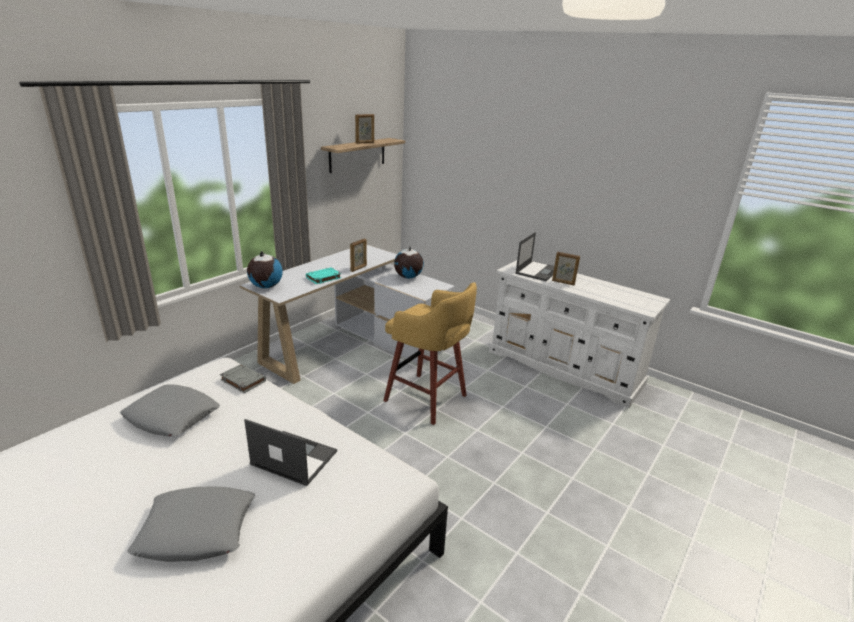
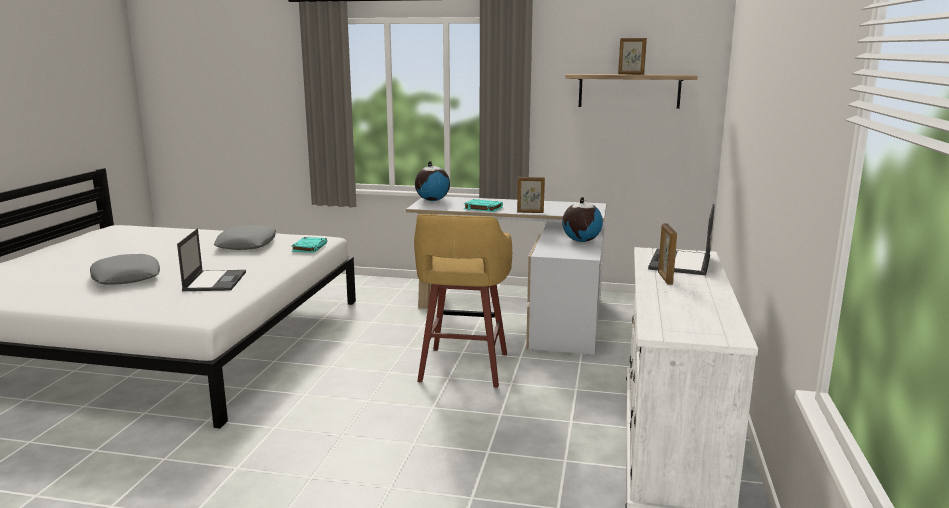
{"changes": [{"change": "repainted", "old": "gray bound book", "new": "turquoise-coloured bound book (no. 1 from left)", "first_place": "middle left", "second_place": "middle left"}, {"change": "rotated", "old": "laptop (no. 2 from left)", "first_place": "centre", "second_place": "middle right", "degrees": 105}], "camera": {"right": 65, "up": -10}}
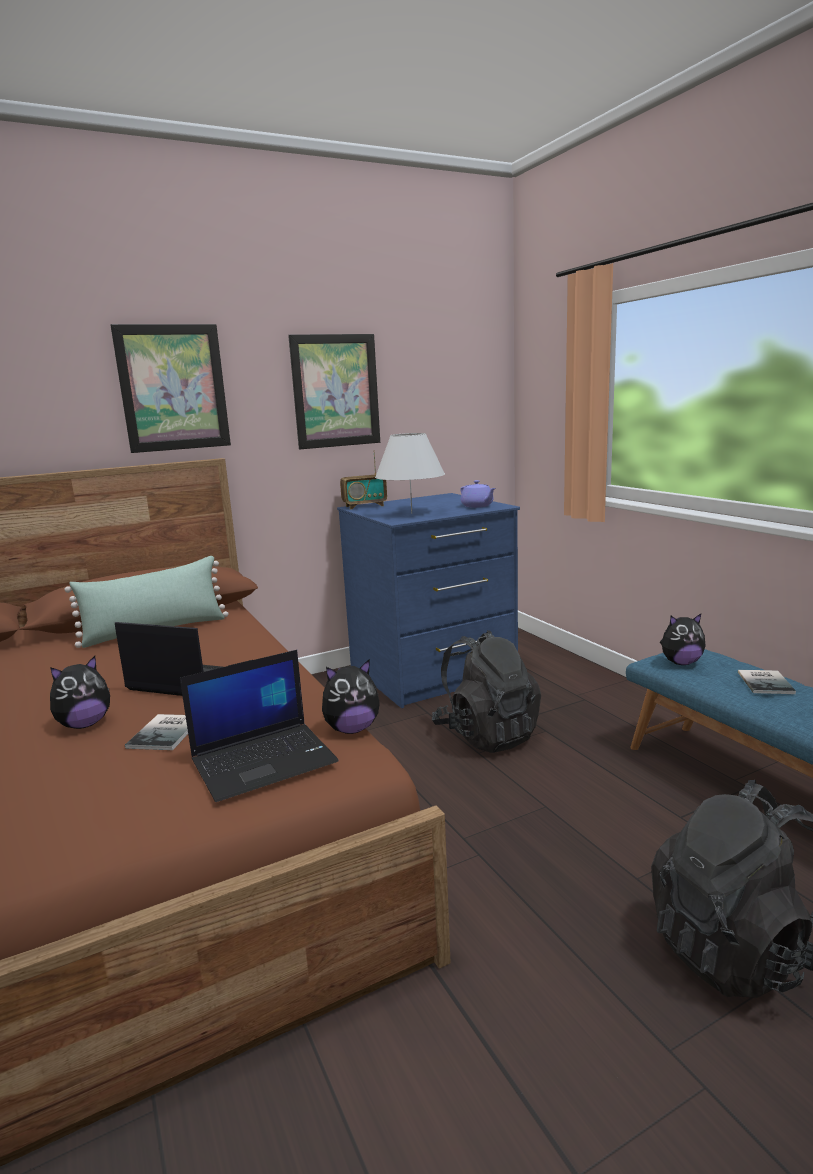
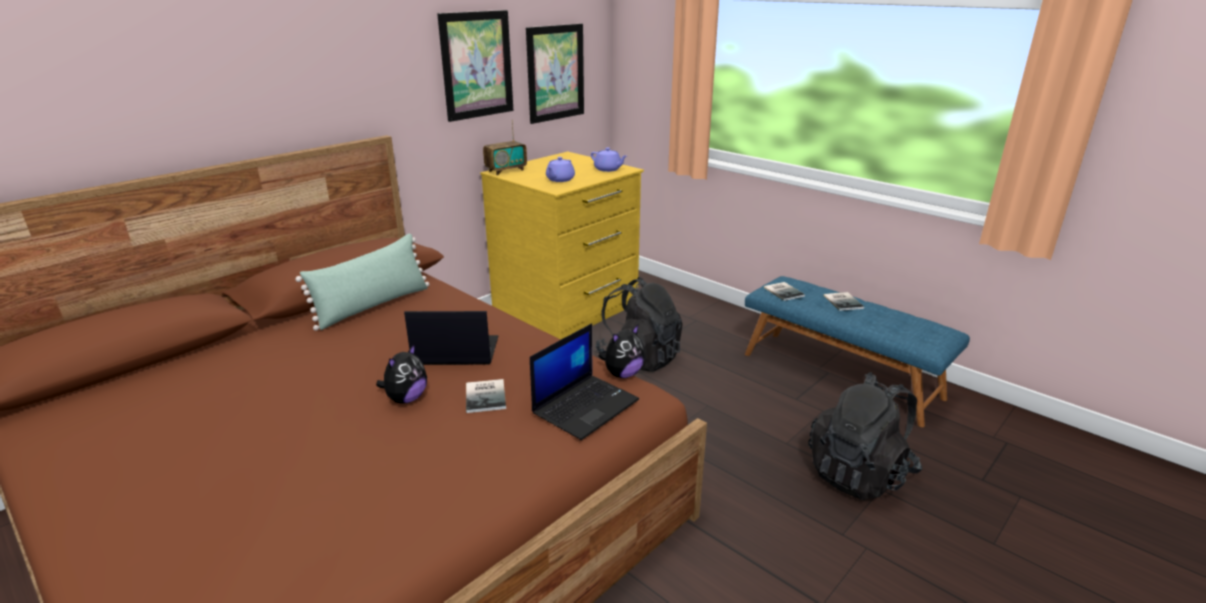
{"changes": [{"change": "shifted", "old": "picture (no. 1 from left in the first image)", "new": "picture (no. 2 from left)", "first_place": "top left", "second_place": "top centre"}, {"change": "repainted", "old": "blue-coloured drawer chest", "new": "yellow-coloured drawer chest", "first_place": "centre", "second_place": "centre"}, {"change": "swapped", "old": "whitish tabletop lamp", "new": "purplish tea pot (no. 1 from left)", "first_place": "centre", "second_place": "top centre"}, {"change": "swapped", "old": "cuddly toy (no. 3 from left)", "new": "bound book (no. 2 from left)", "first_place": "middle right", "second_place": "centre"}], "camera": {"right": -20, "up": 10}}
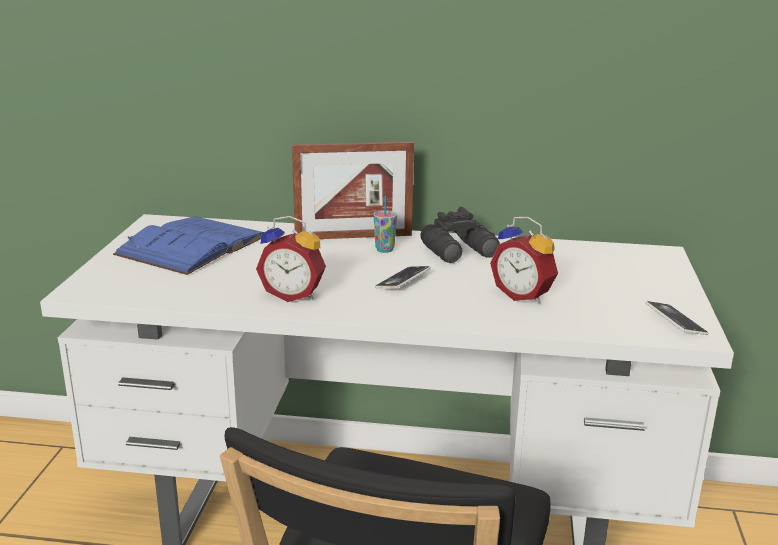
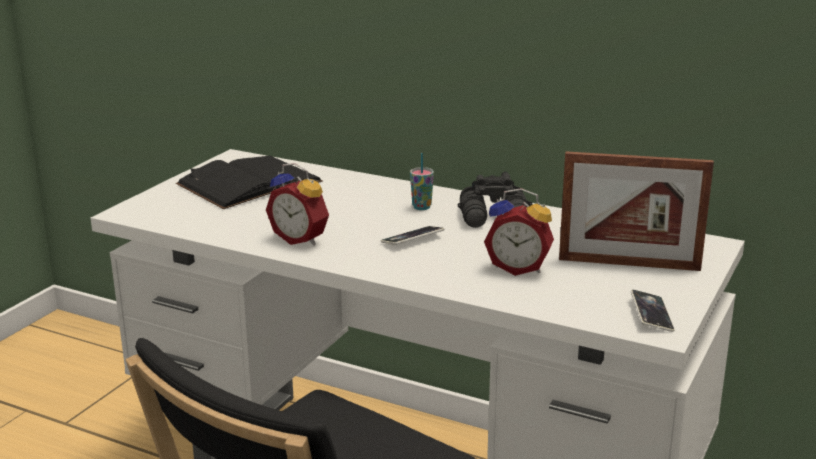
{"changes": [{"change": "repainted", "old": "blue-coloured bound book", "new": "black bound book", "first_place": "middle left", "second_place": "middle left"}, {"change": "shifted", "old": "photo frame", "first_place": "centre", "second_place": "middle right"}, {"change": "rotated", "old": "table clock (no. 2 from left)", "first_place": "middle right", "second_place": "centre", "degrees": -45}], "camera": {"right": 20, "up": 0}}
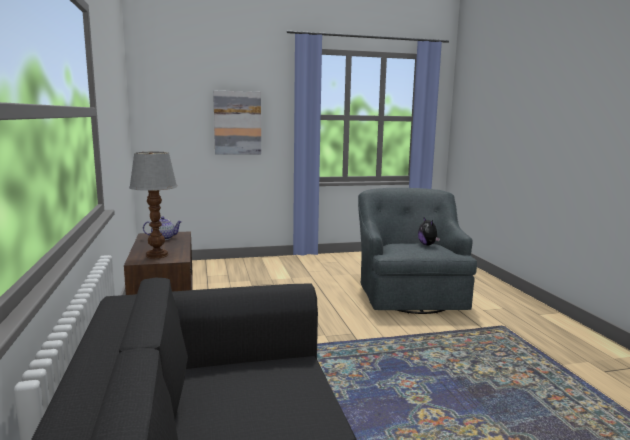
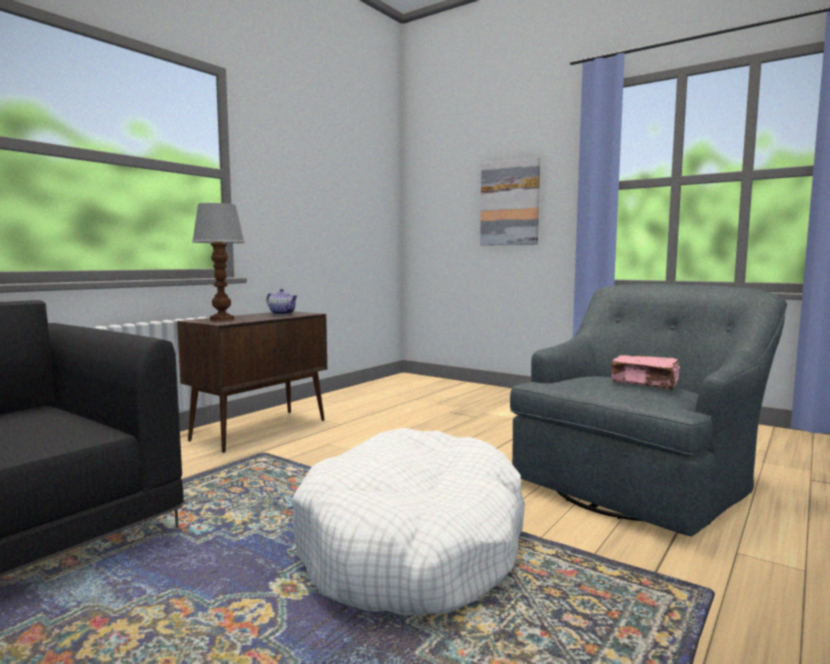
{"changes": [{"change": "swapped", "old": "cuddly toy", "new": "pinkish bound book", "first_place": "middle right", "second_place": "middle right"}, {"change": "new", "new": "whitish dog cushion", "second_place": "bottom centre"}], "camera": {"right": 50, "up": -5}}
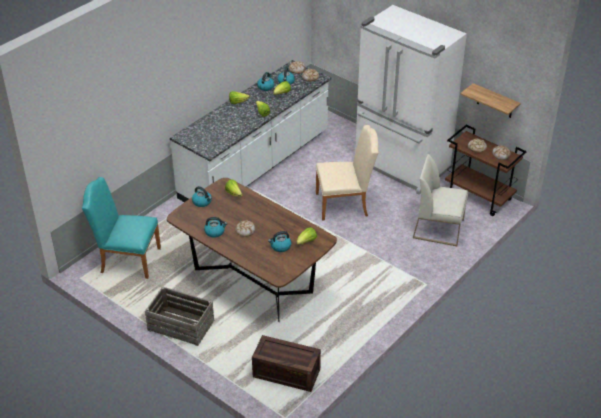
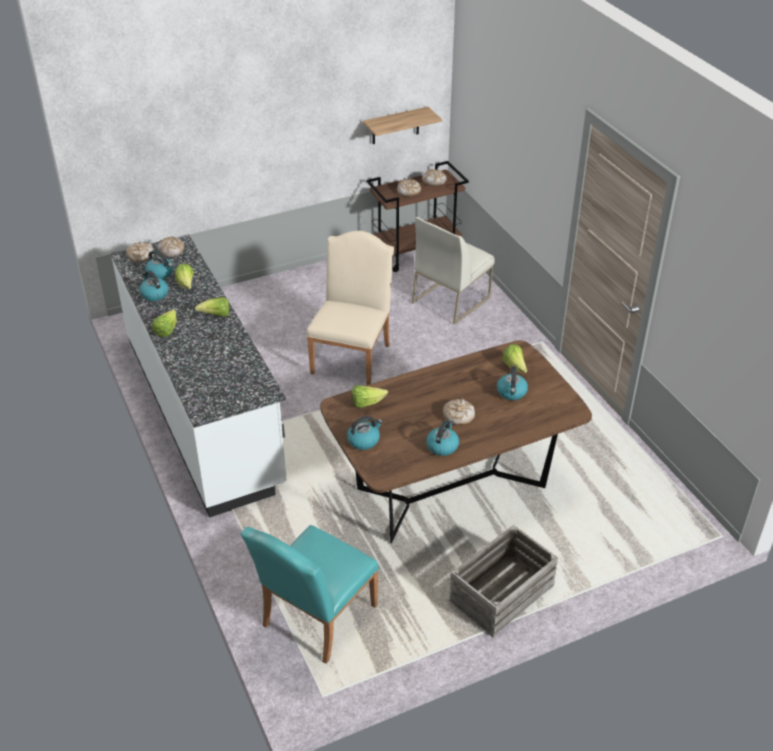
{"changes": [{"change": "gone", "old": "shipping crate (no. 2 from left)", "first_place": "bottom centre"}, {"change": "gone", "old": "whitish kitchen fridge", "first_place": "top right"}], "camera": {"right": -65, "up": 0}}
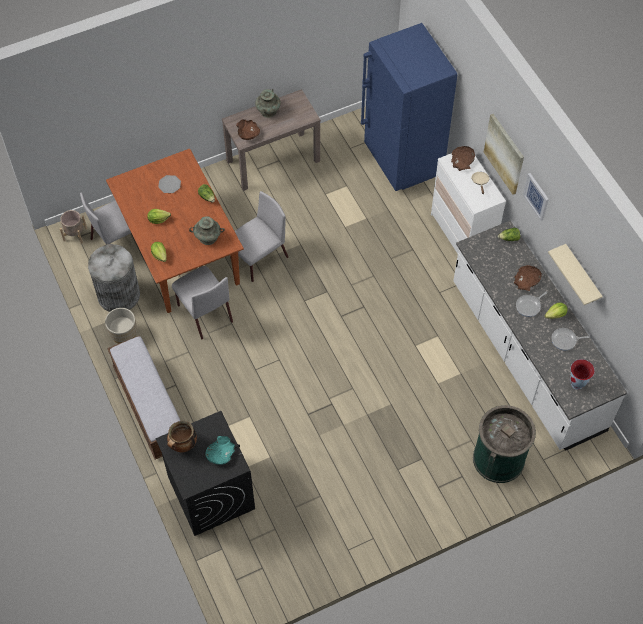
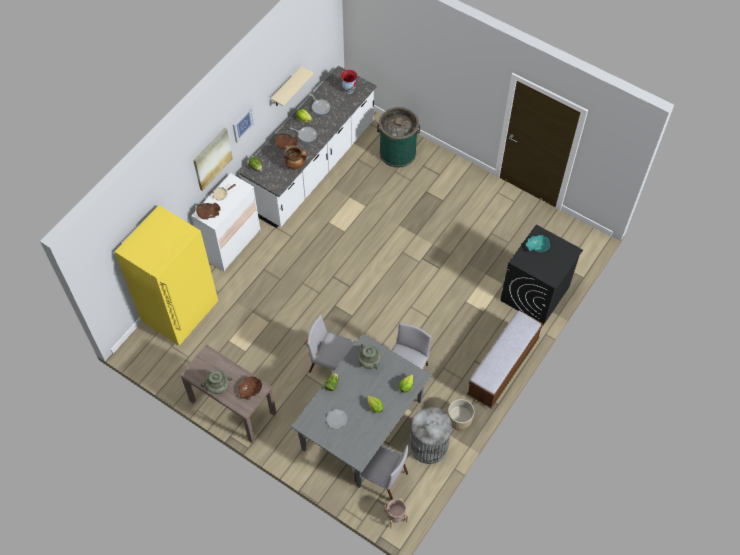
{"changes": [{"change": "repainted", "old": "brown-coloured dinner table", "new": "gray dinner table", "first_place": "middle left", "second_place": "bottom centre"}, {"change": "shifted", "old": "saucepot", "first_place": "bottom left", "second_place": "top centre"}, {"change": "repainted", "old": "blue-coloured kitchen fridge", "new": "yellow-coloured kitchen fridge", "first_place": "top centre", "second_place": "middle left"}], "camera": {"right": -120, "up": 0}}
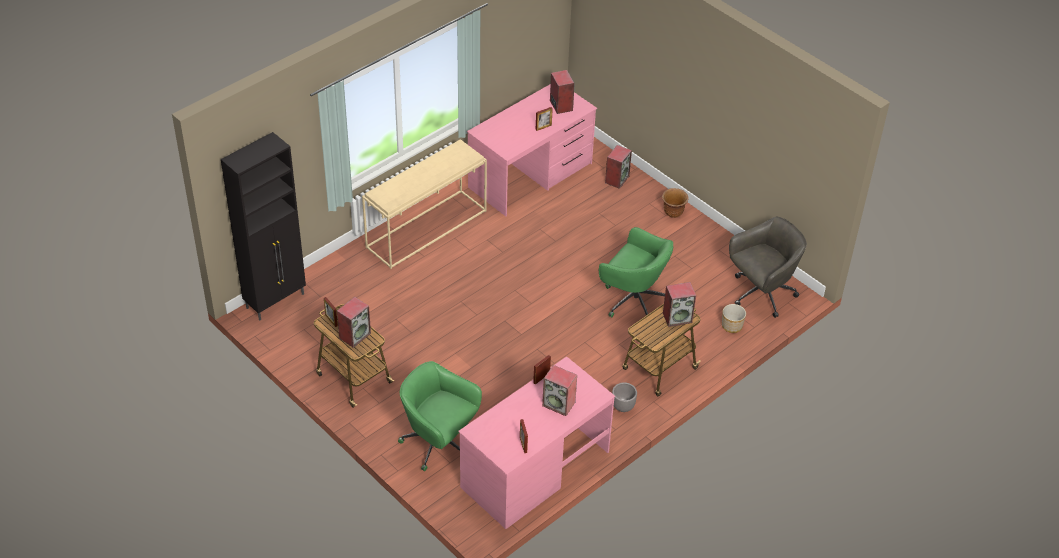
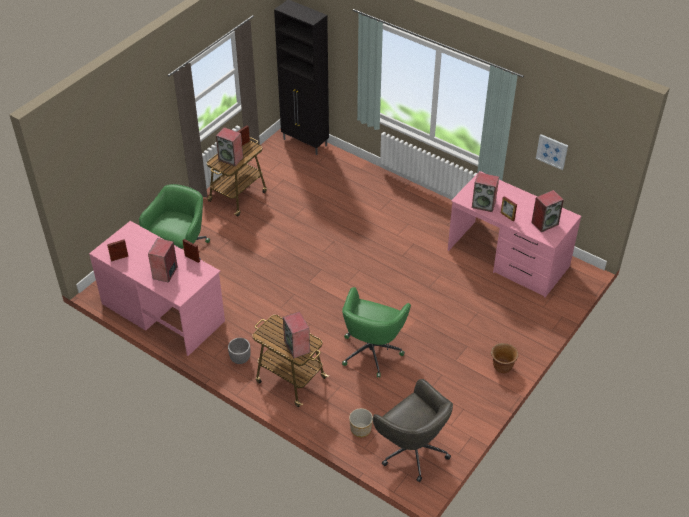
{"changes": [{"change": "gone", "old": "sand-coloured narrow table", "first_place": "centre"}, {"change": "shifted", "old": "audio speaker (no. 4 from left)", "first_place": "top centre", "second_place": "middle right"}, {"change": "new", "new": "picture", "second_place": "top right"}], "camera": {"right": 80, "up": 0}}
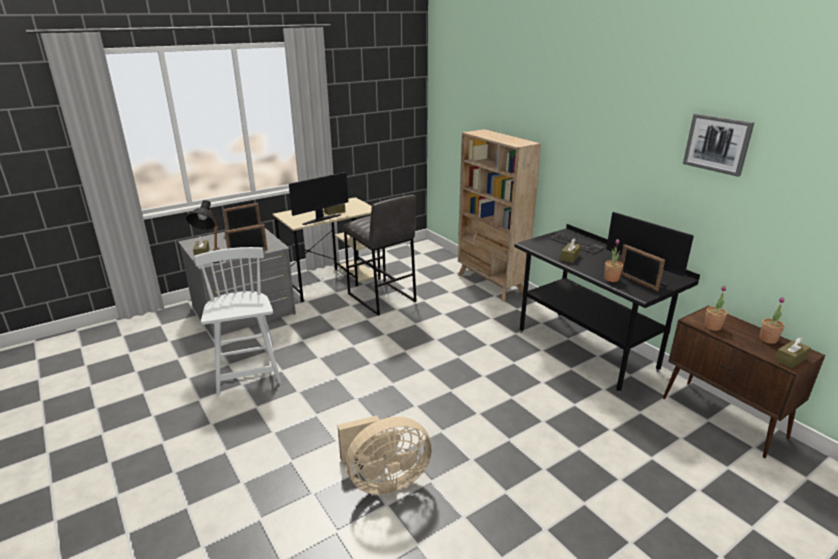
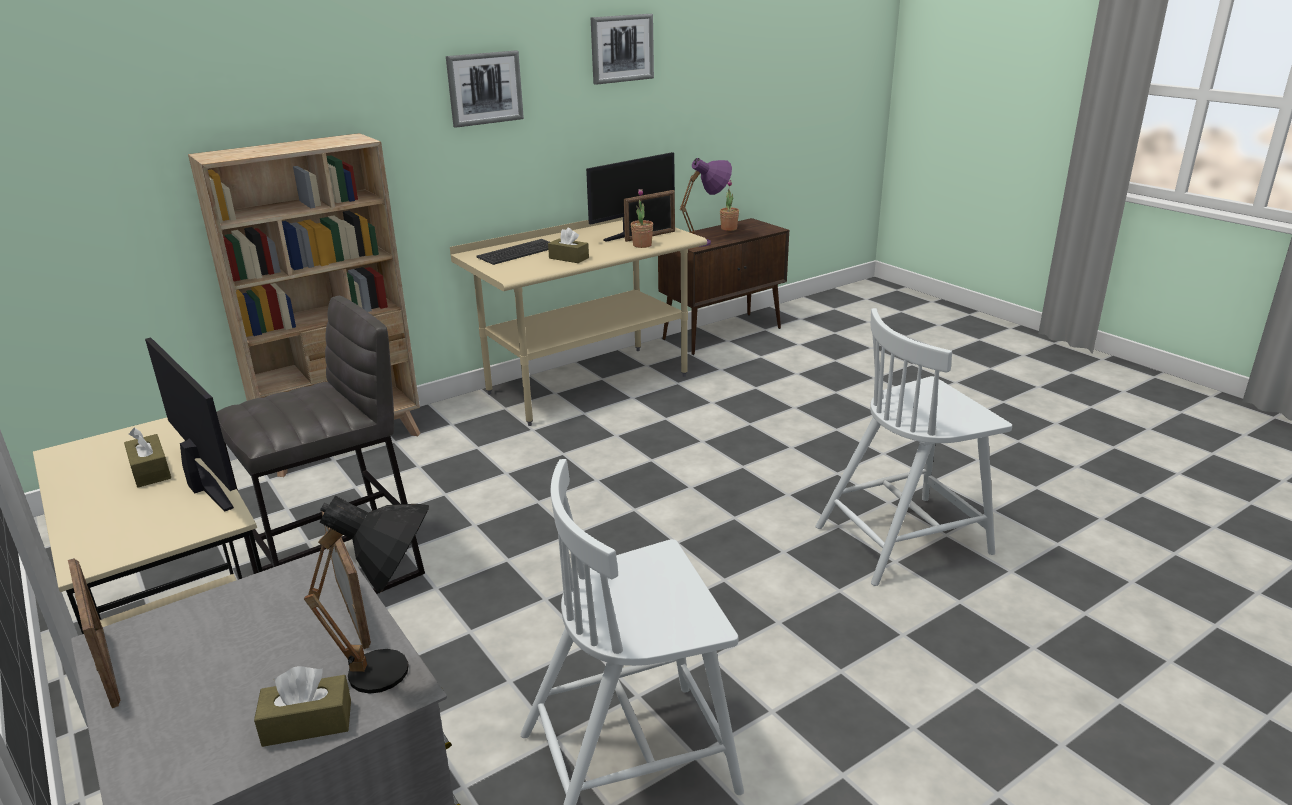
{"changes": [{"change": "swapped", "old": "sand-coloured fan", "new": "whitish plain chair (no. 2 from left)", "first_place": "bottom centre", "second_place": "middle right"}, {"change": "repainted", "old": "black desk table", "new": "sand-coloured desk table (no. 2 from left)", "first_place": "middle right", "second_place": "centre"}, {"change": "swapped", "old": "houseplant (no. 2 from left)", "new": "purplish tabletop lamp", "first_place": "middle right", "second_place": "top centre"}, {"change": "gone", "old": "brown-coloured tissue holder (no. 4 from left)", "first_place": "middle right"}, {"change": "new", "new": "picture (no. 1 from left)", "second_place": "top centre"}], "camera": {"right": -90, "up": 0}}
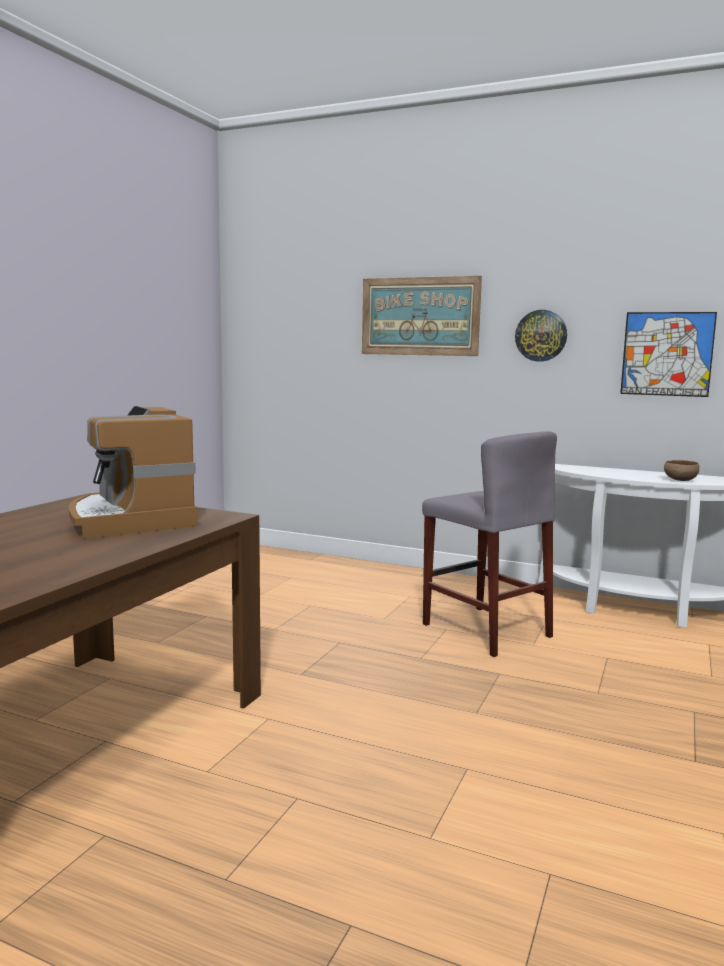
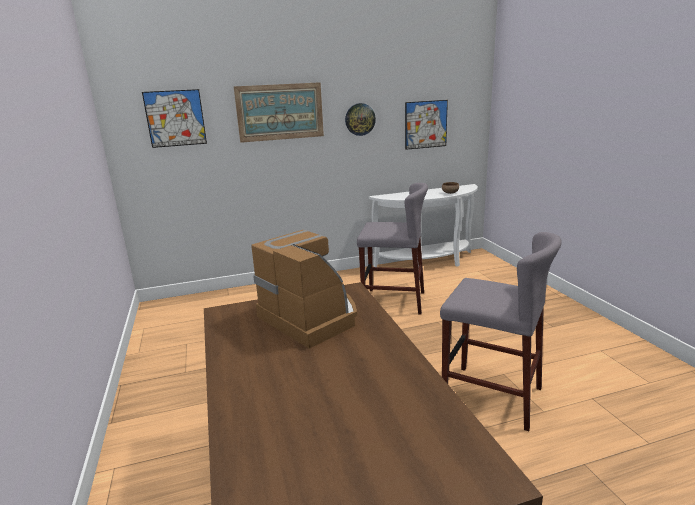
{"changes": [{"change": "rotated", "old": "coffee machine", "first_place": "middle left", "second_place": "centre", "degrees": -150}, {"change": "new", "new": "picture (no. 1 from left)", "second_place": "top left"}, {"change": "new", "new": "gray stool (no. 2 from left)", "second_place": "middle right"}], "camera": {"right": -40, "up": 10}}
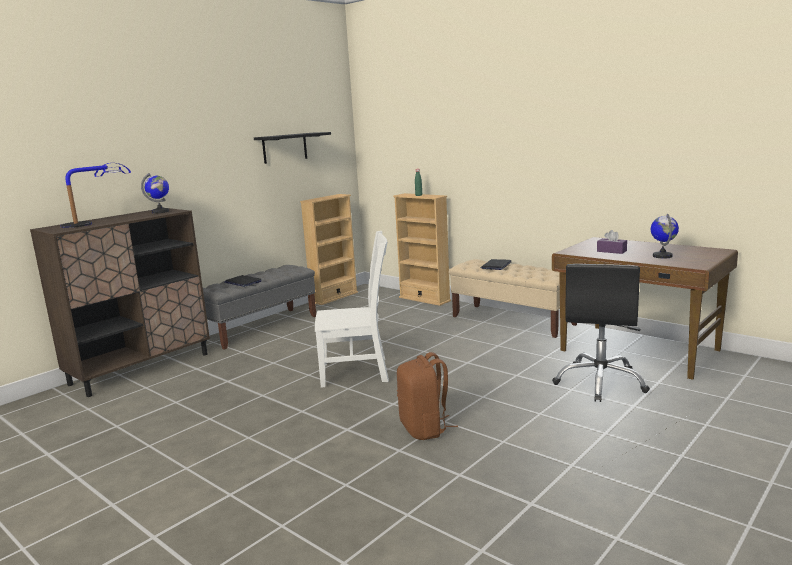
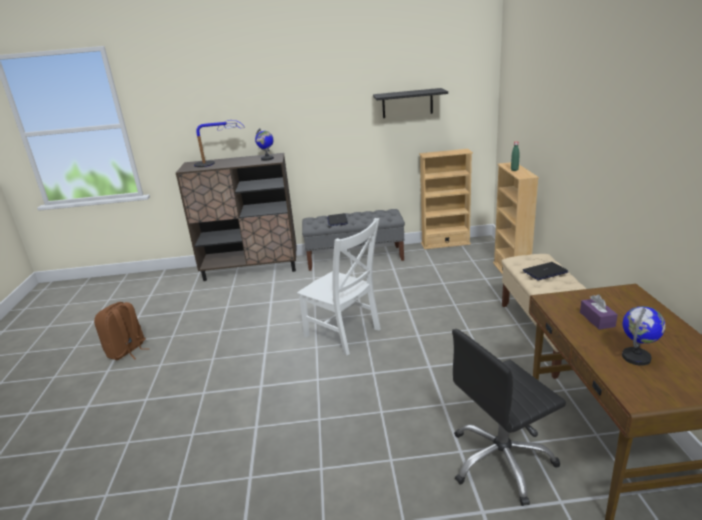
{"changes": [{"change": "shifted", "old": "brown-coloured backpack", "first_place": "bottom centre", "second_place": "middle left"}], "camera": {"right": 45, "up": 10}}
